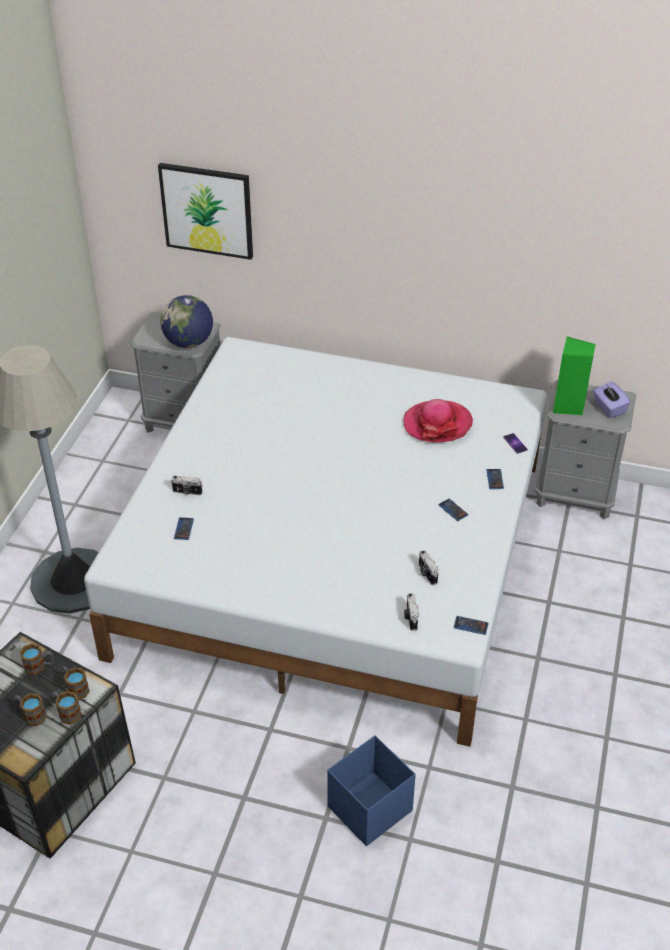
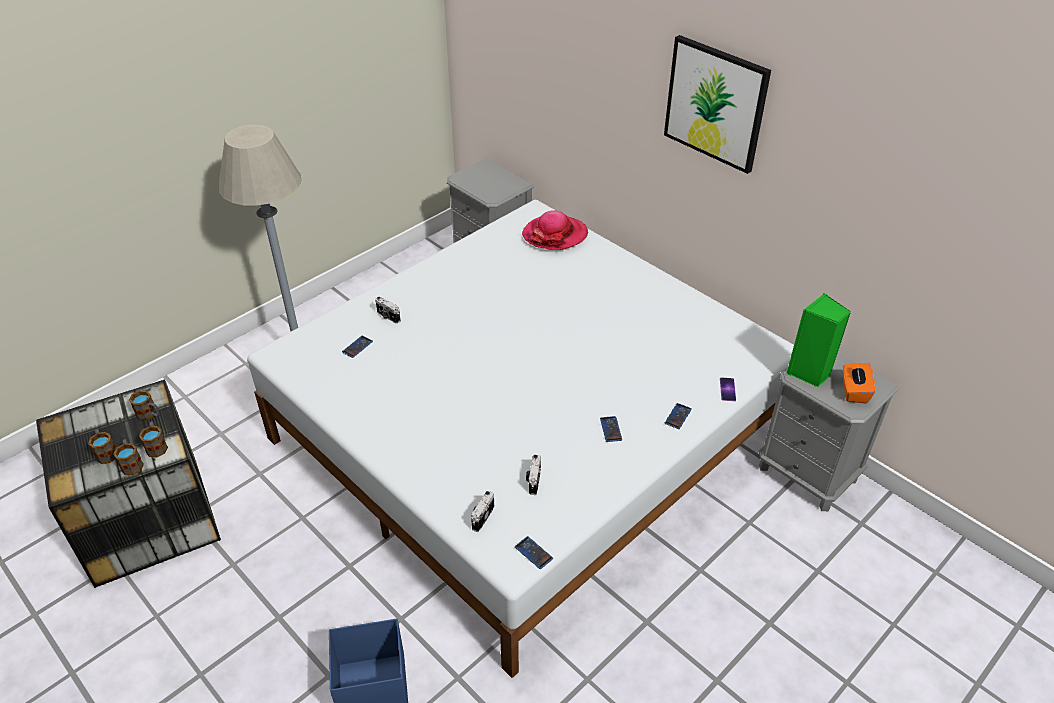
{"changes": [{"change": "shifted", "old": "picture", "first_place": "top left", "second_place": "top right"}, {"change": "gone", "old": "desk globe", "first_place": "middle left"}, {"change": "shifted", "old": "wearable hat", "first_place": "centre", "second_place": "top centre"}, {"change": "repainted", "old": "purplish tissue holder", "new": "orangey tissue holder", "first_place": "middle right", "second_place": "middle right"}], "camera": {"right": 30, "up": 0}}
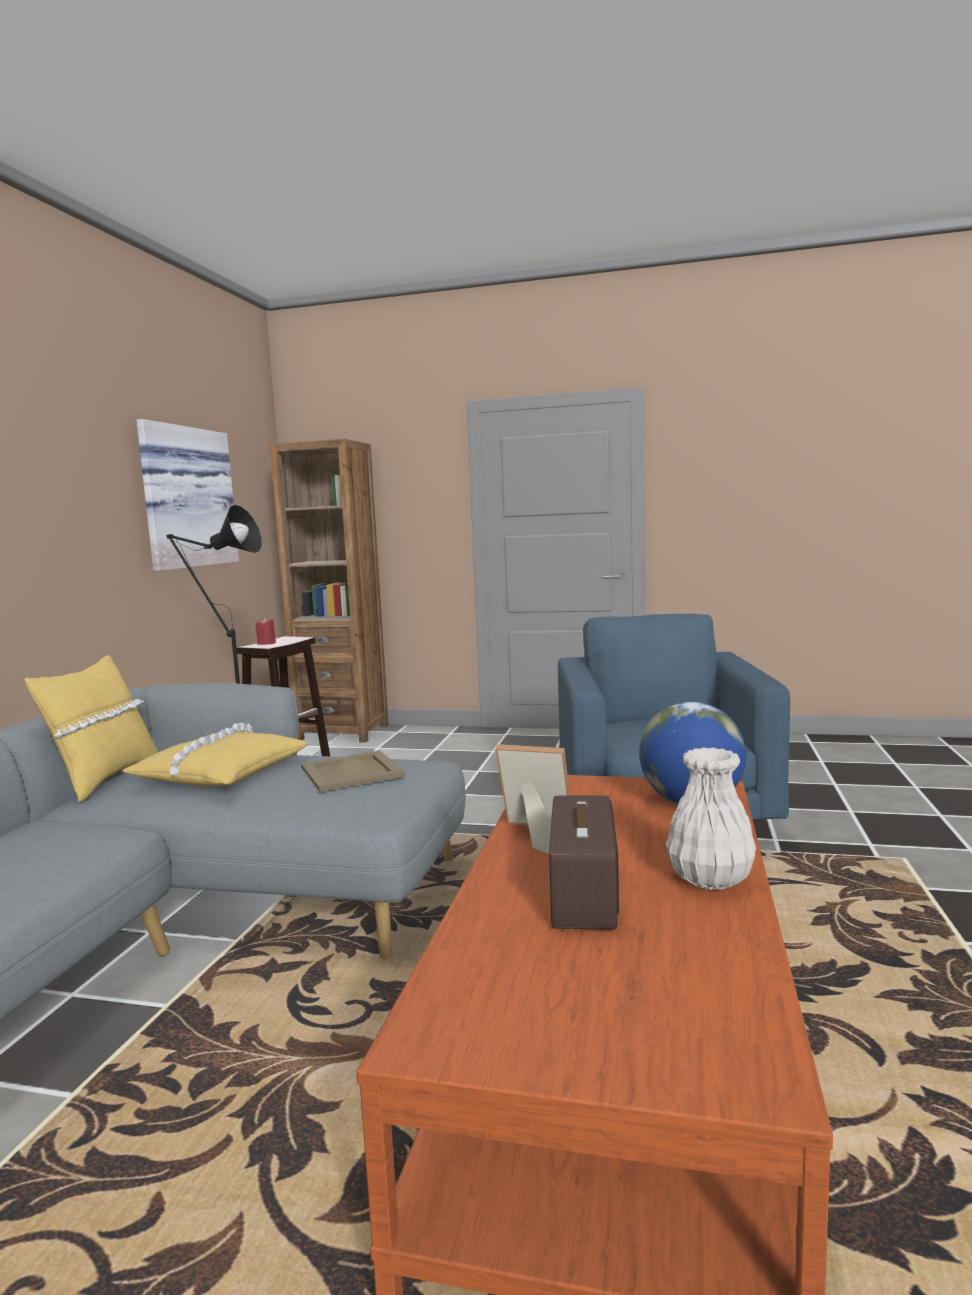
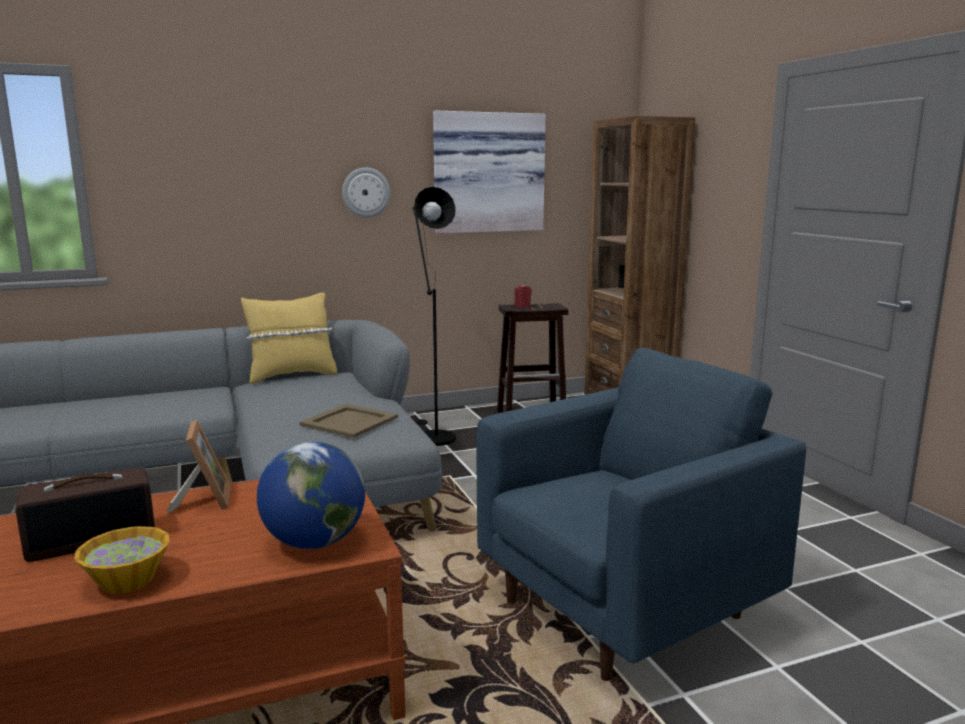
{"changes": [{"change": "gone", "old": "yellow-coloured pillow (no. 2 from left)", "first_place": "middle left"}, {"change": "swapped", "old": "whitish flower vase", "new": "serving bowl", "first_place": "middle right", "second_place": "bottom left"}, {"change": "new", "new": "clock on the wall", "second_place": "top centre"}], "camera": {"right": 55, "up": 5}}
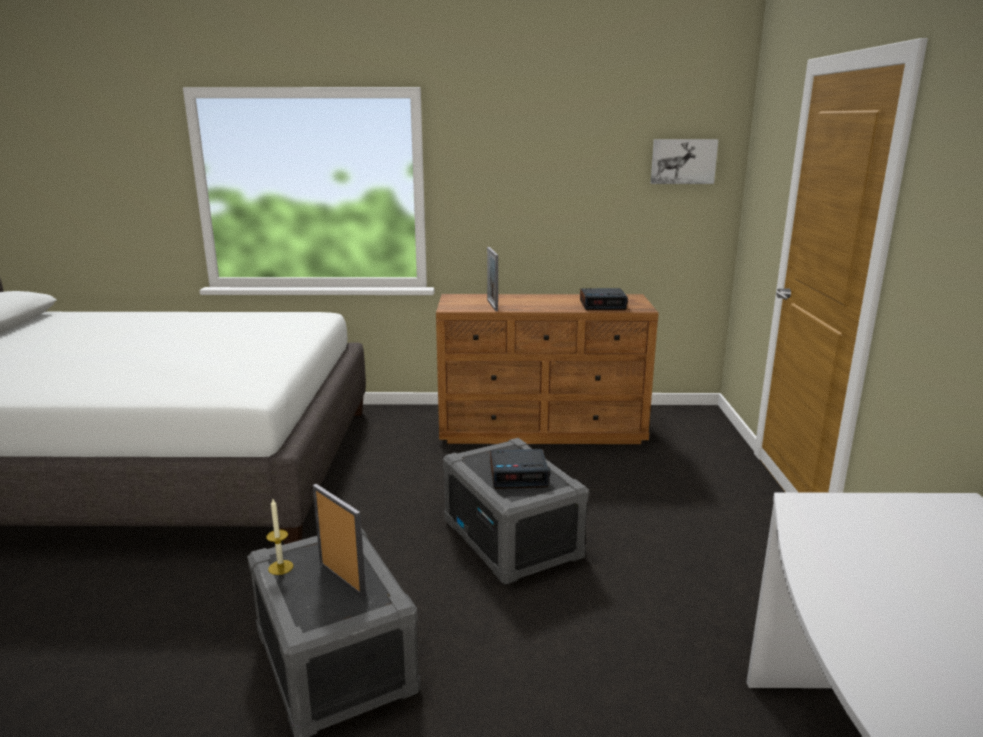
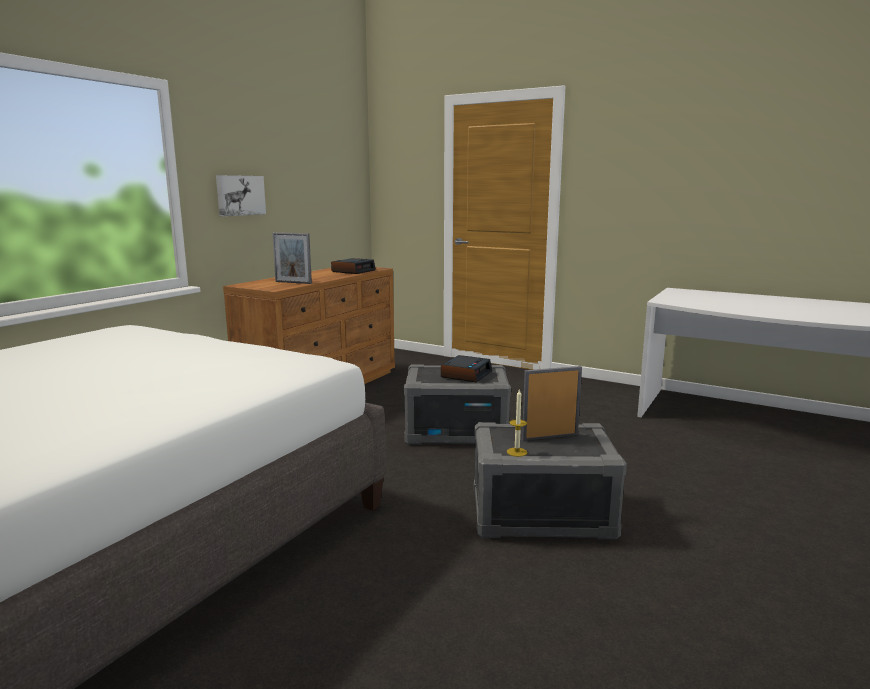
{"changes": [{"change": "shifted", "old": "picture", "first_place": "top right", "second_place": "top left"}], "camera": {"right": -60, "up": -5}}
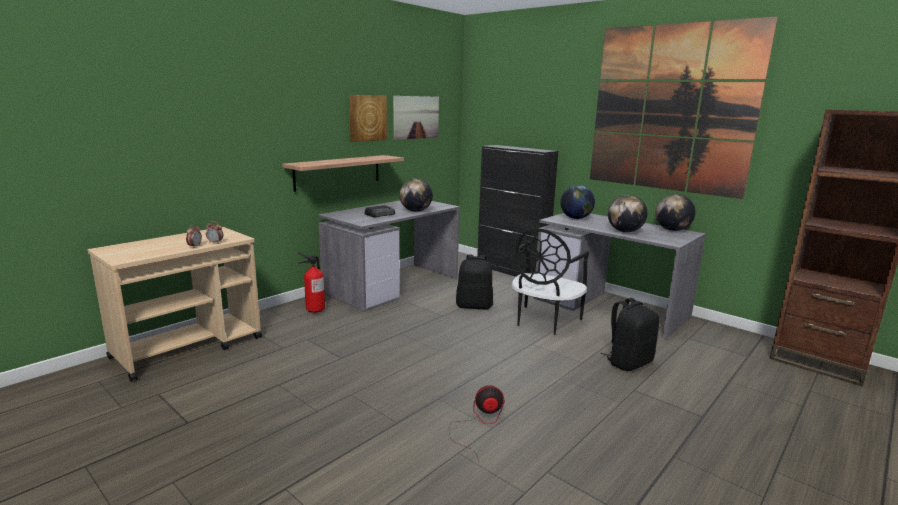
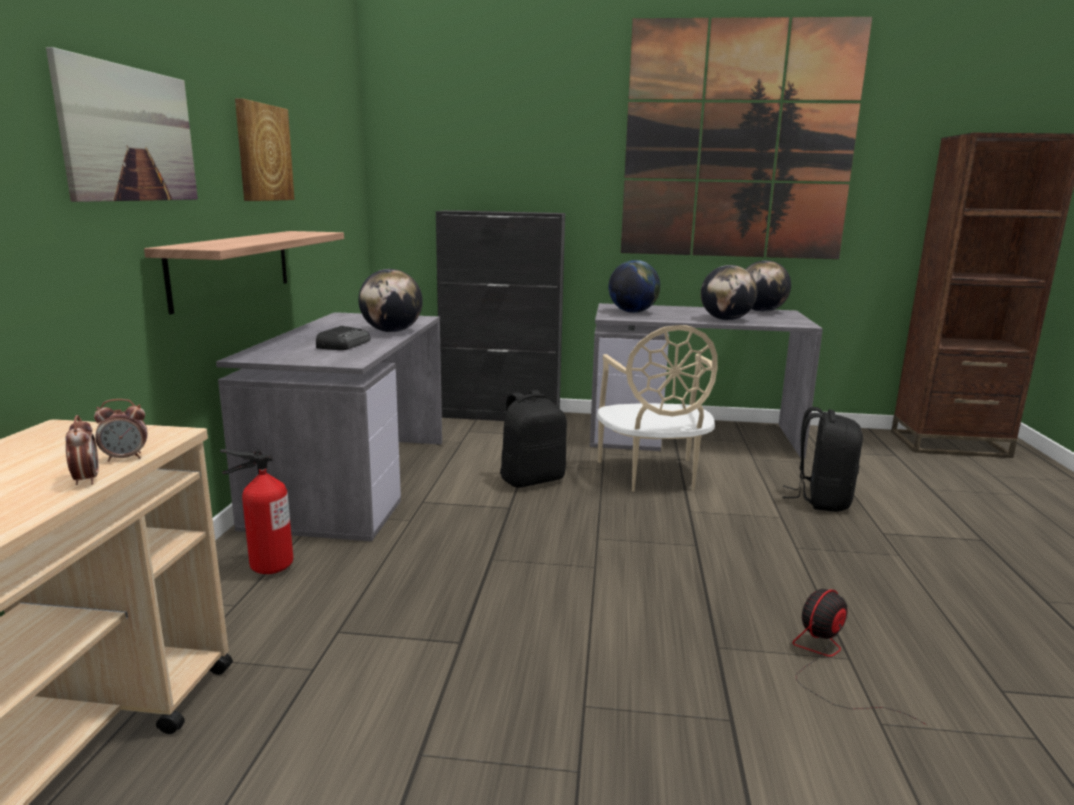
{"changes": [{"change": "shifted", "old": "picture (no. 2 from left in the first image)", "new": "picture (no. 1 from left)", "first_place": "top centre", "second_place": "top left"}, {"change": "repainted", "old": "black plain chair", "new": "sand-coloured plain chair", "first_place": "centre", "second_place": "centre"}], "camera": {"right": -35, "up": 0}}
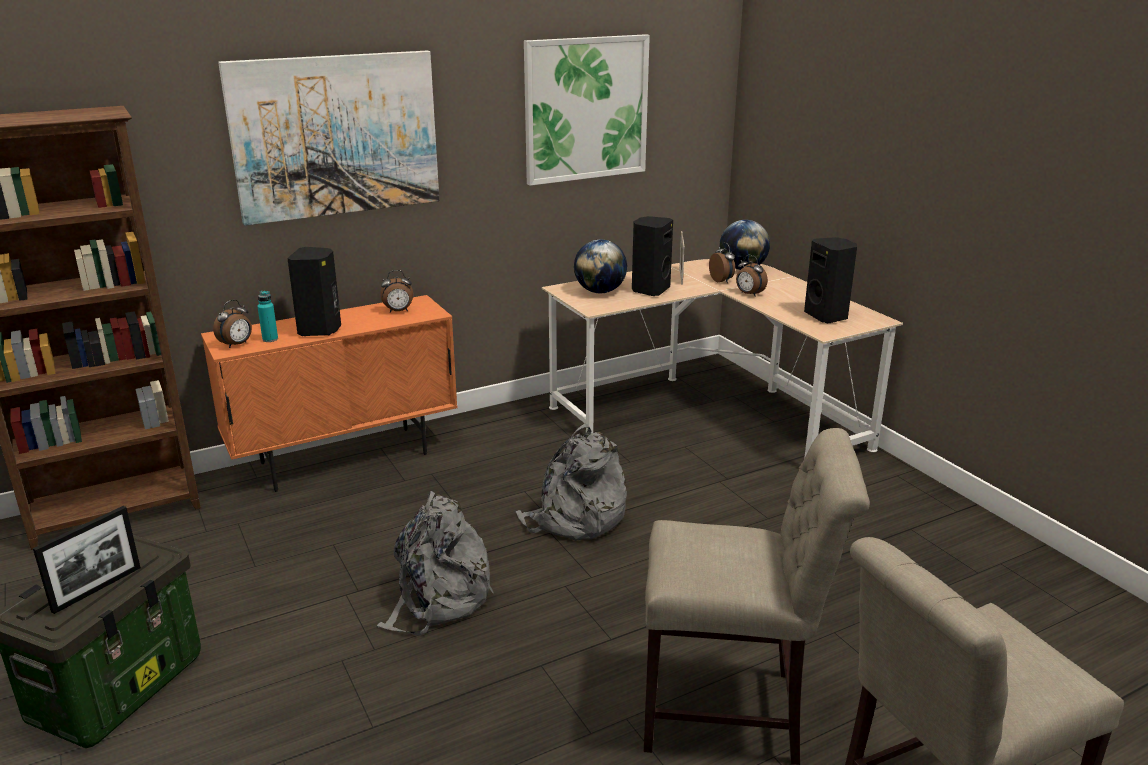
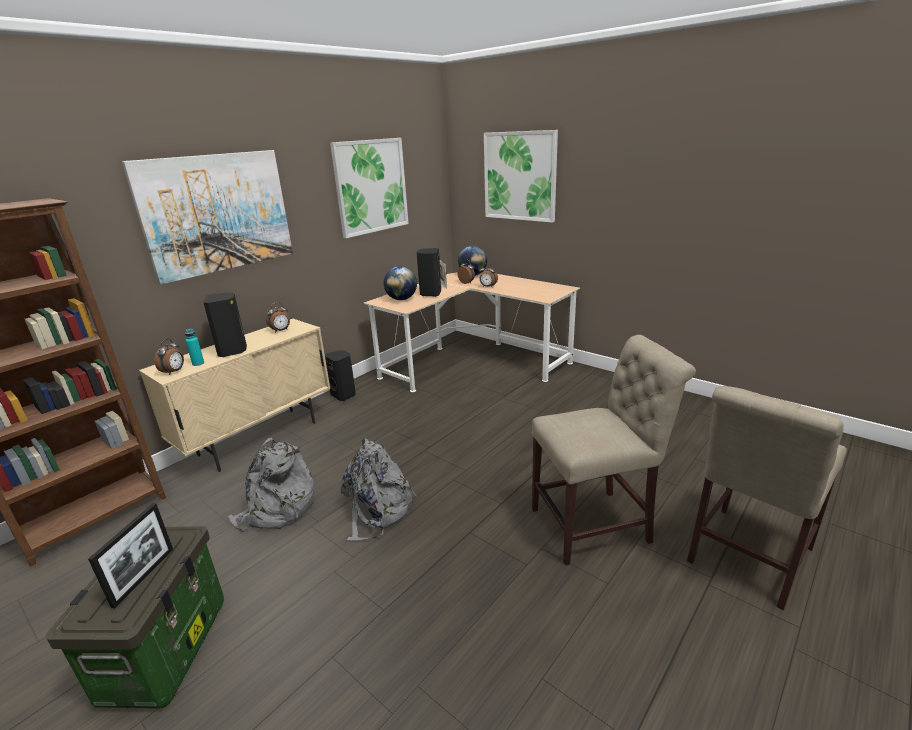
{"changes": [{"change": "repainted", "old": "orangey cupboard", "new": "sand-coloured cupboard", "first_place": "middle left", "second_place": "middle left"}, {"change": "shifted", "old": "gray backpack (no. 2 from left in the first image)", "new": "gray backpack (no. 1 from left)", "first_place": "centre", "second_place": "middle left"}, {"change": "shifted", "old": "black audio speaker (no. 3 from left in the first image)", "new": "black audio speaker (no. 2 from left)", "first_place": "middle right", "second_place": "centre"}, {"change": "new", "new": "picture (no. 3 from left)", "second_place": "top centre"}], "camera": {"right": -20, "up": 0}}
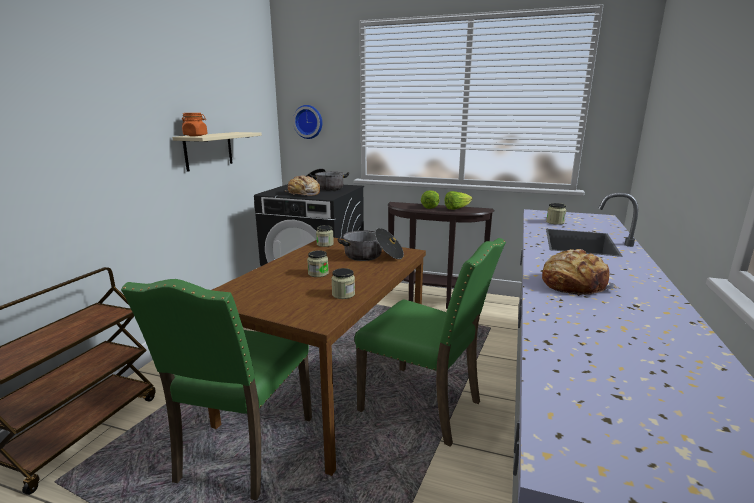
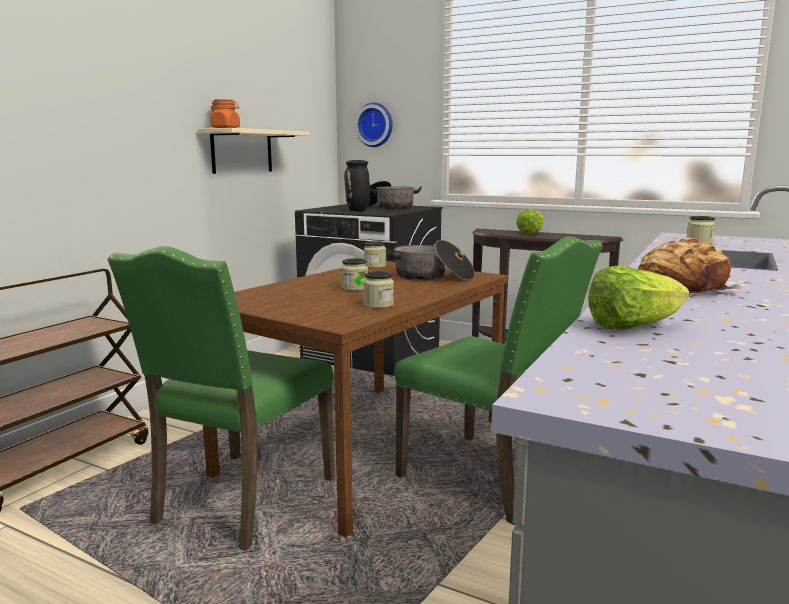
{"changes": [{"change": "swapped", "old": "baked bread (no. 1 from left)", "new": "black flower vase", "first_place": "centre", "second_place": "top centre"}, {"change": "shifted", "old": "lettuce head (no. 2 from left)", "first_place": "centre", "second_place": "middle right"}], "camera": {"right": 10, "up": -5}}
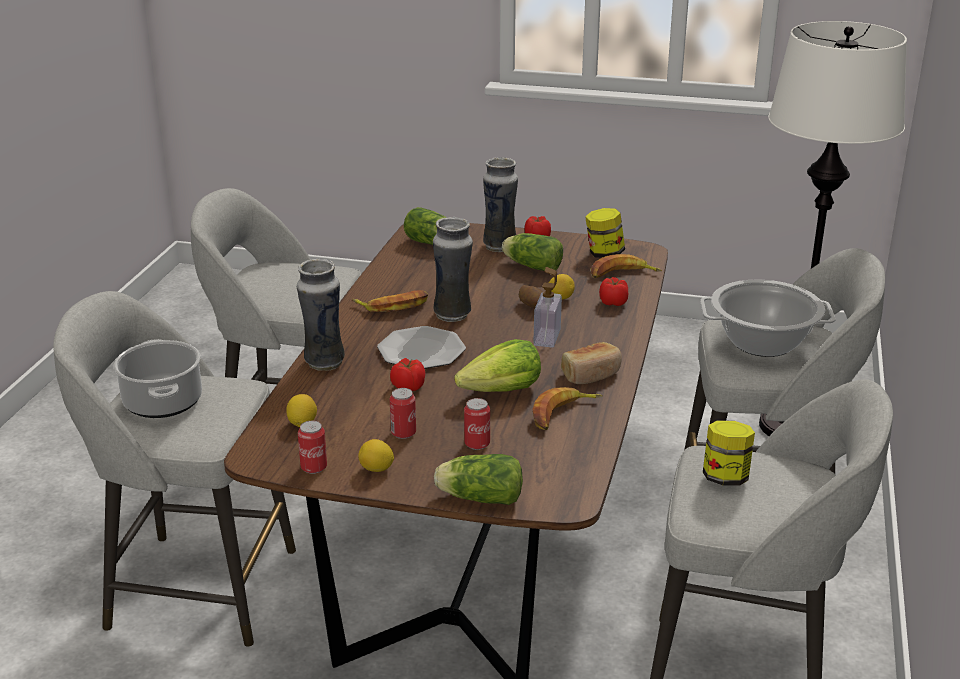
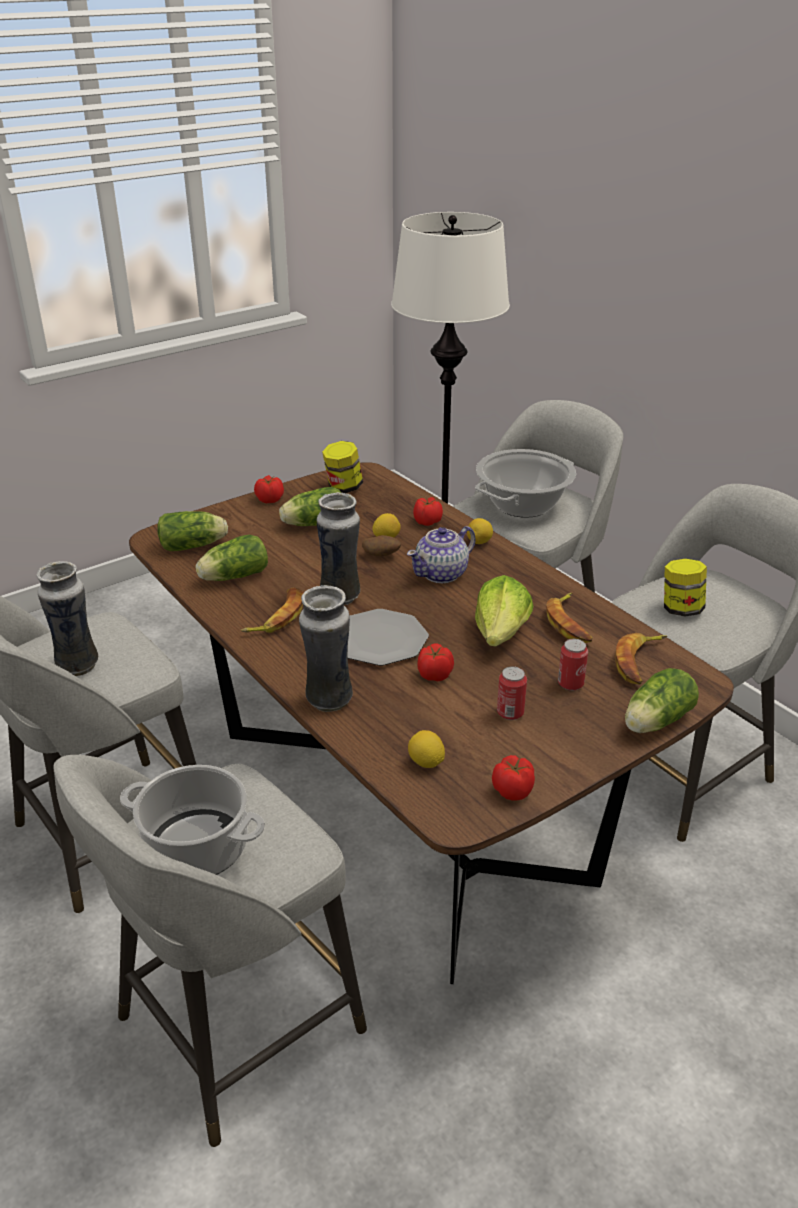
{"changes": [{"change": "swapped", "old": "can (no. 1 from left)", "new": "whole tomato (no. 4 from left)", "first_place": "middle left", "second_place": "centre"}, {"change": "shifted", "old": "lemon (no. 2 from left in the first image)", "new": "lemon (no. 3 from left)", "first_place": "bottom centre", "second_place": "centre"}, {"change": "shifted", "old": "flower vase (no. 3 from left in the first image)", "new": "flower vase (no. 1 from left)", "first_place": "top centre", "second_place": "middle left"}, {"change": "swapped", "old": "soap bottle", "new": "tea pot", "first_place": "centre", "second_place": "centre"}, {"change": "gone", "old": "baked bread", "first_place": "centre"}, {"change": "shifted", "old": "banana (no. 3 from left)", "first_place": "centre", "second_place": "middle right"}, {"change": "new", "new": "lettuce head (no. 2 from left)", "second_place": "middle left"}], "camera": {"right": -50, "up": 5}}
